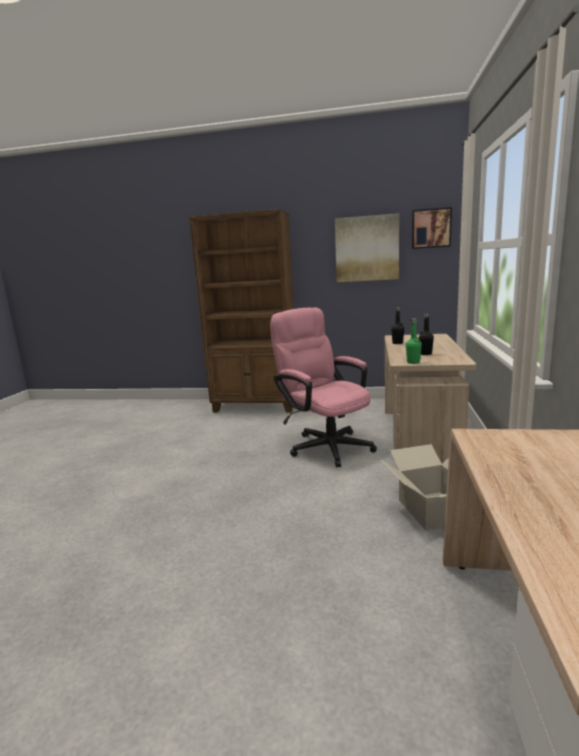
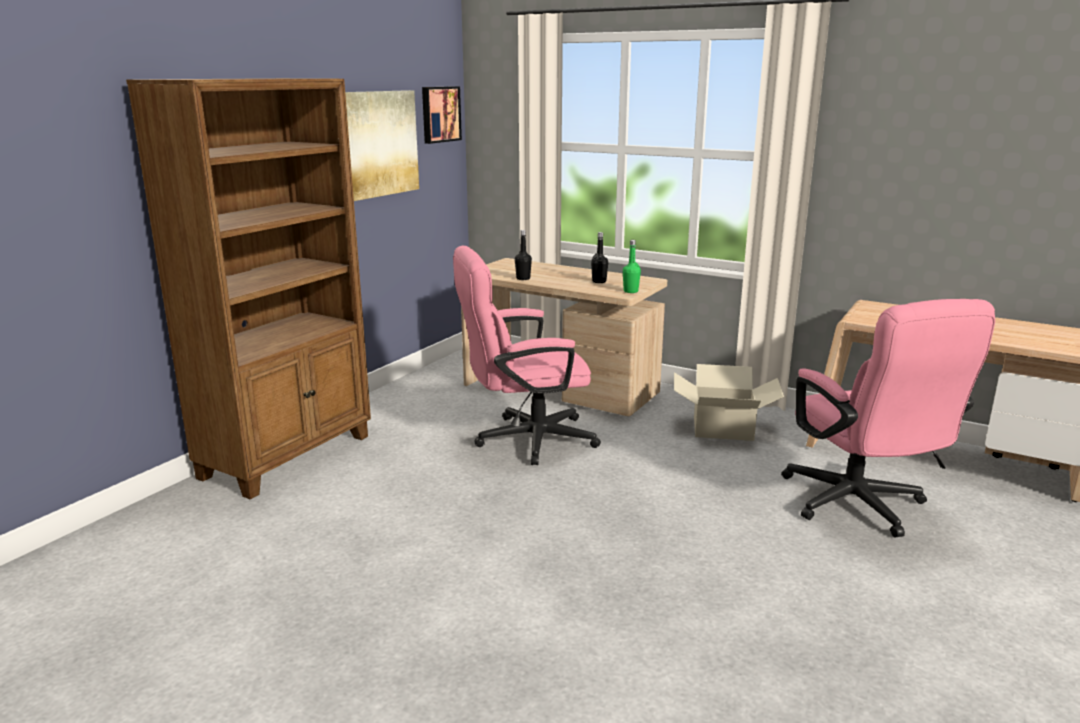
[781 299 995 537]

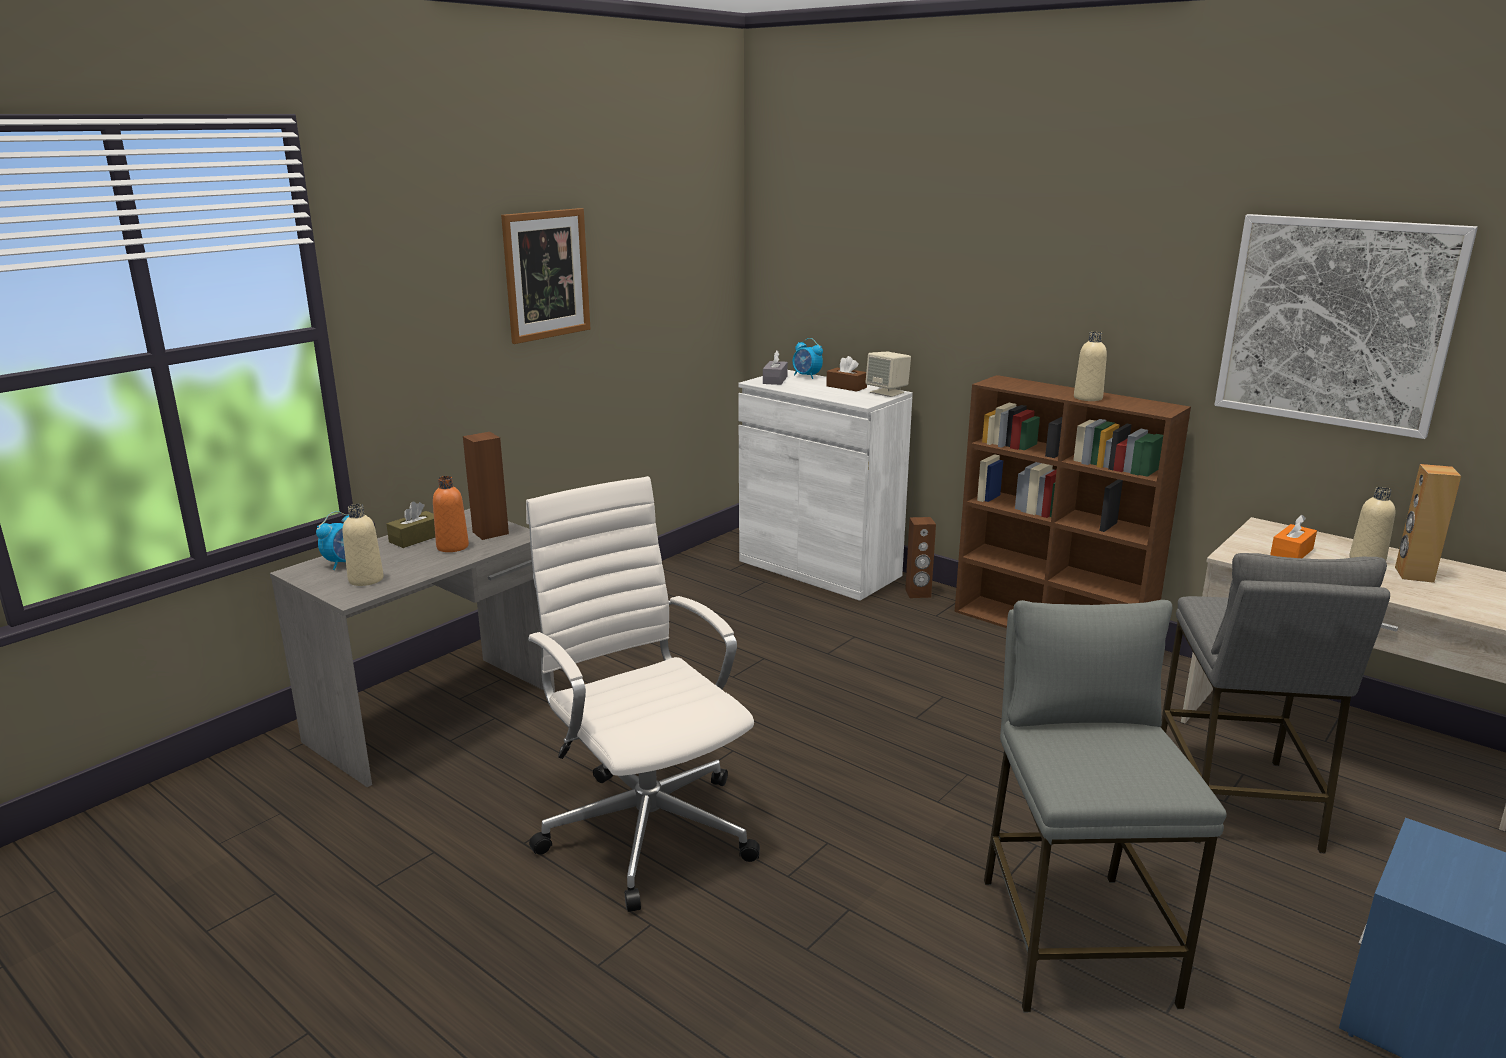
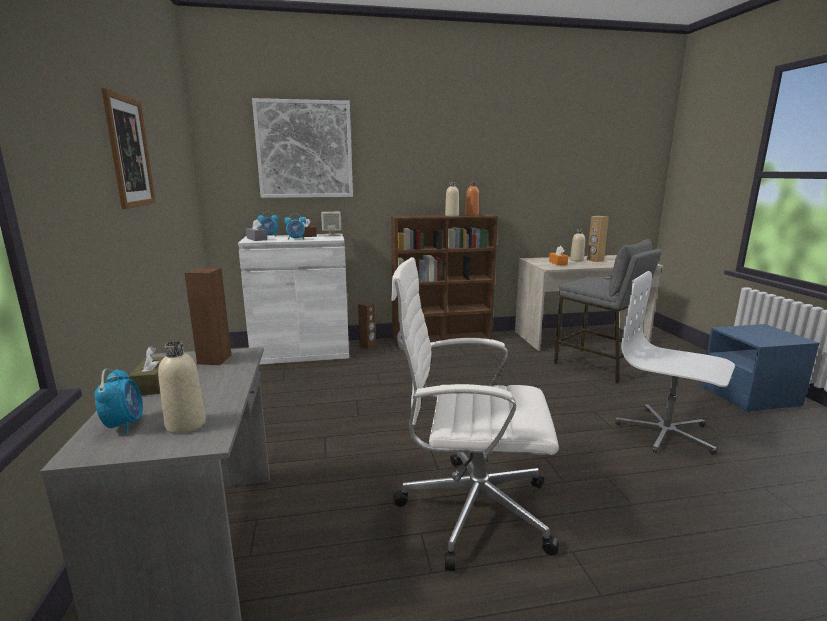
[284 213 306 240]
[465 182 479 216]
[252 98 353 198]
[615 271 735 455]

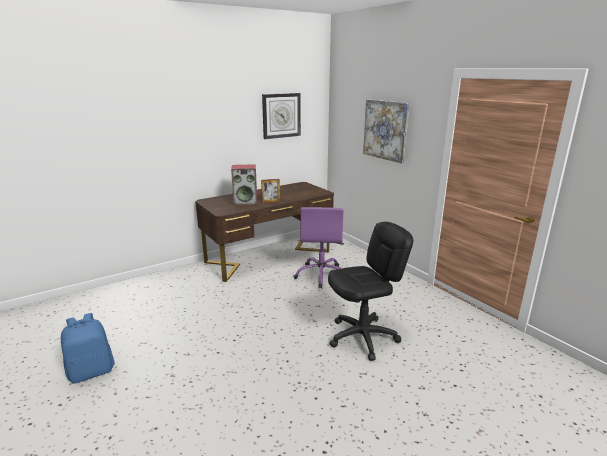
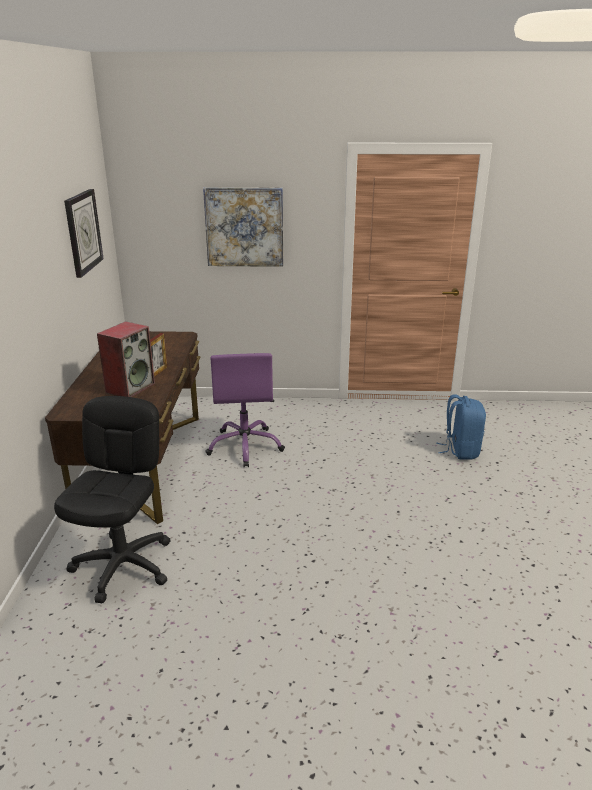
[436 395 486 460]
[54 396 171 603]
[205 353 285 467]

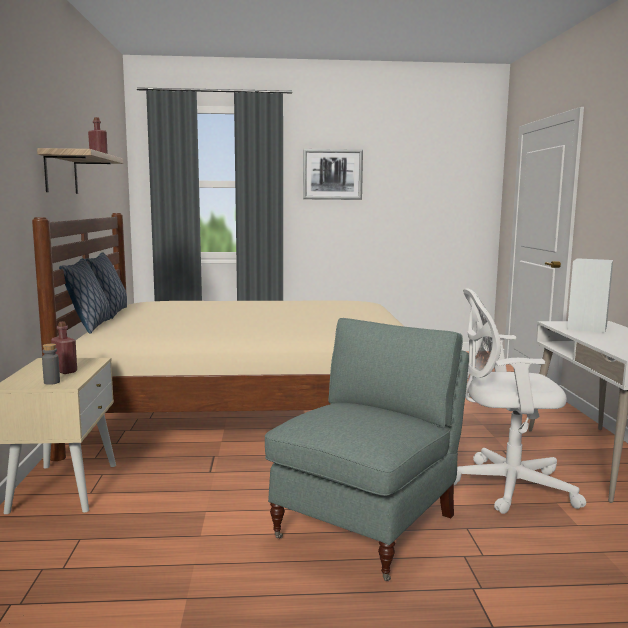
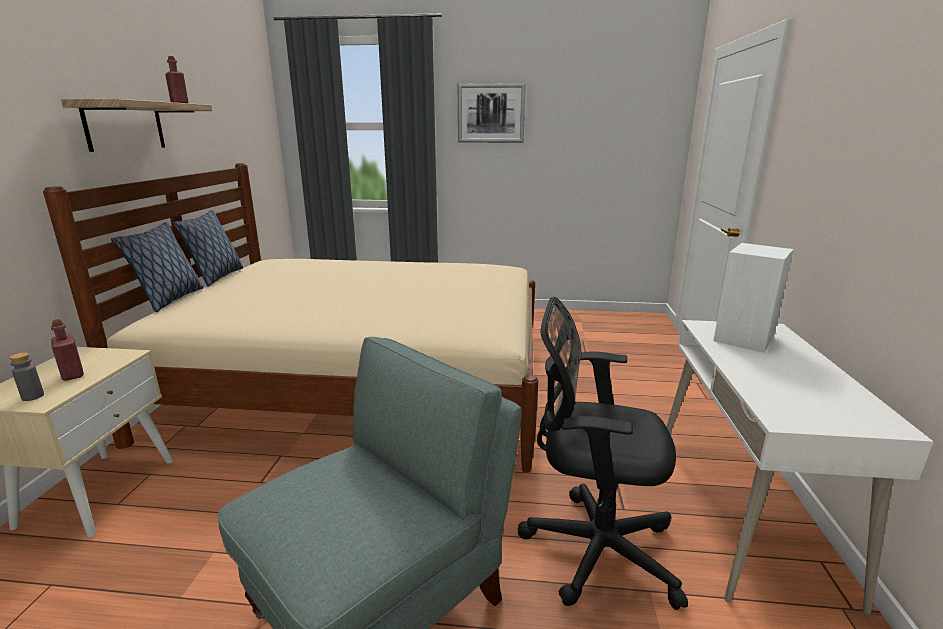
[518 297 688 610]

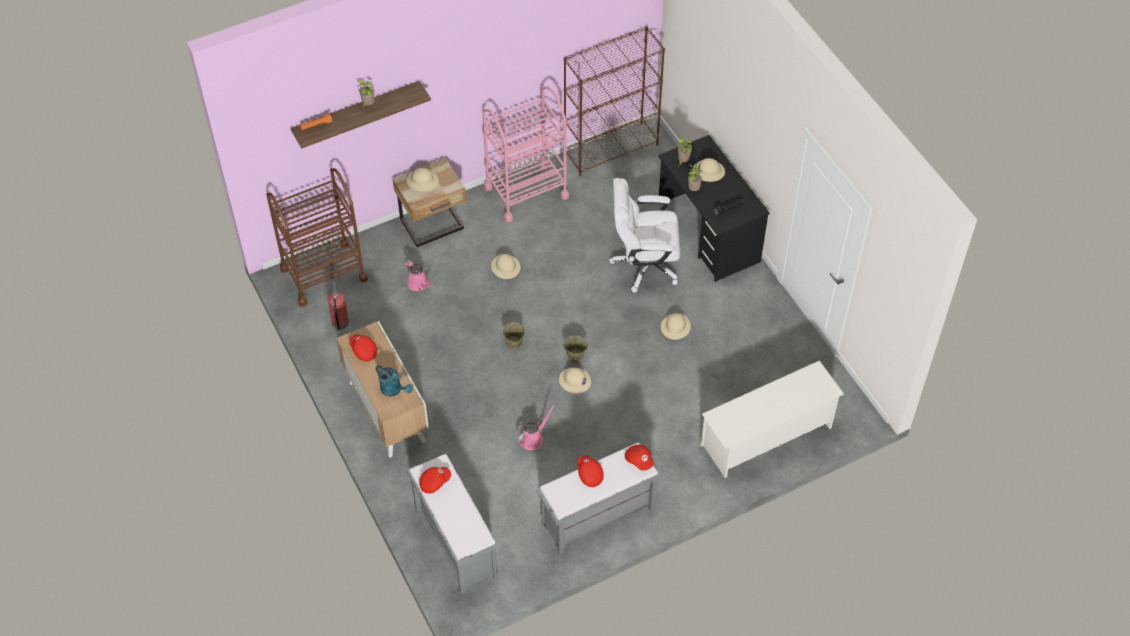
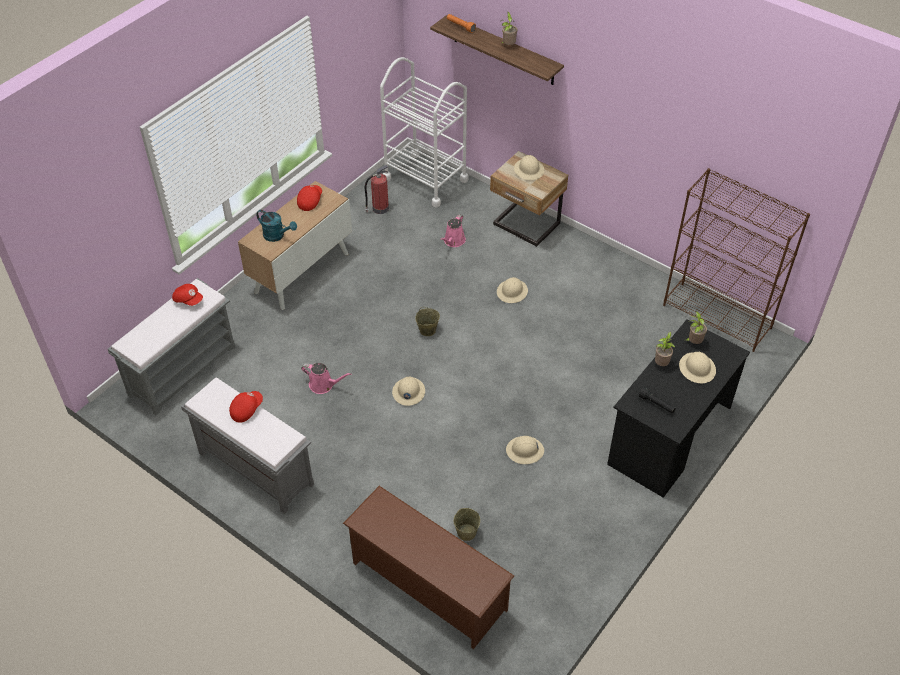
[482 86 569 222] (first image)
[609 178 680 292] (first image)
[625 445 654 471] (first image)
[454 508 480 541]
[380 57 469 208]
[343 486 514 649]
[256 210 297 242]

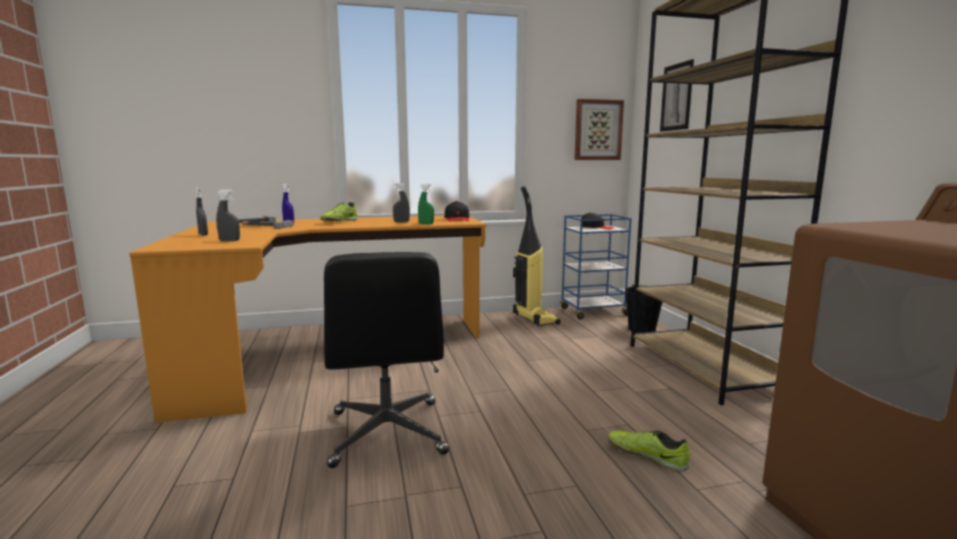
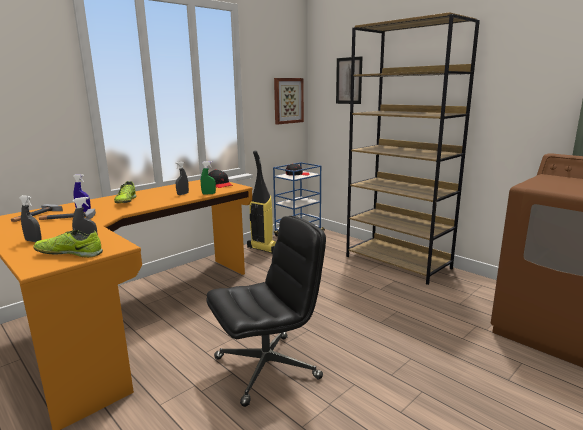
[625 285 662 333] (first image)
[33 230 103 258]
[207 216 326 407]

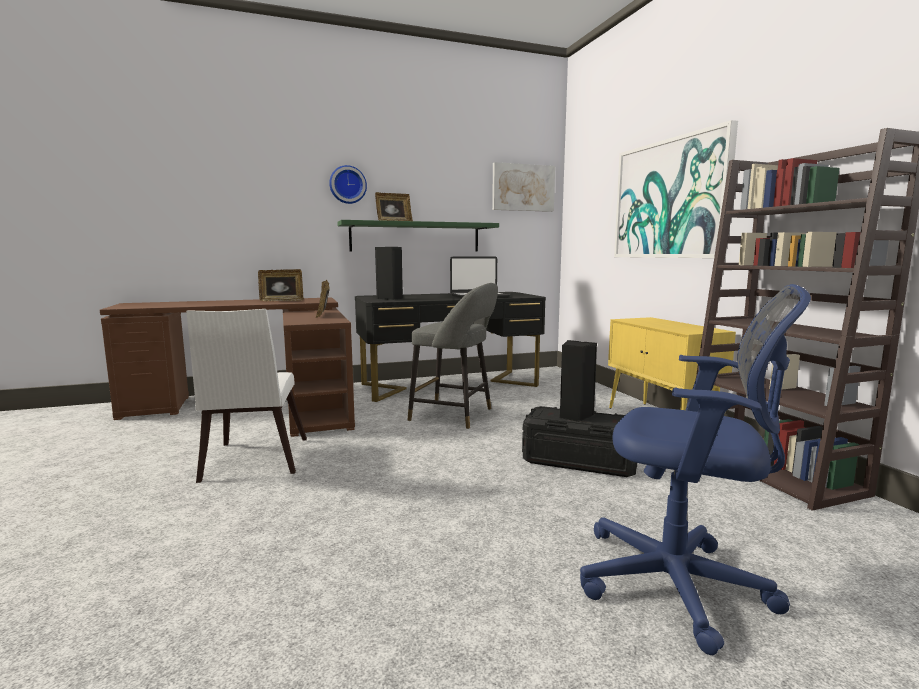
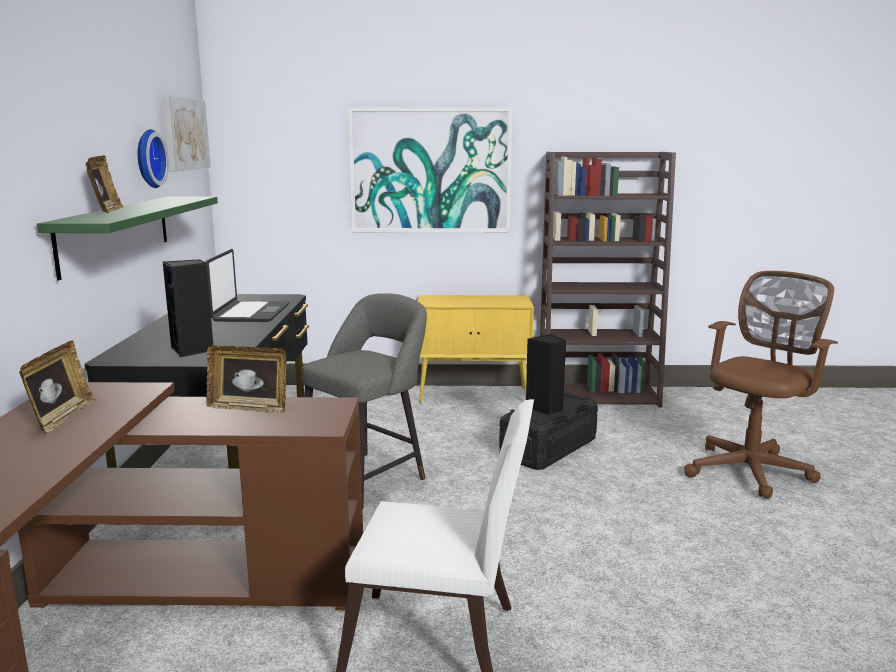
[138 129 169 188]
[684 271 838 499]

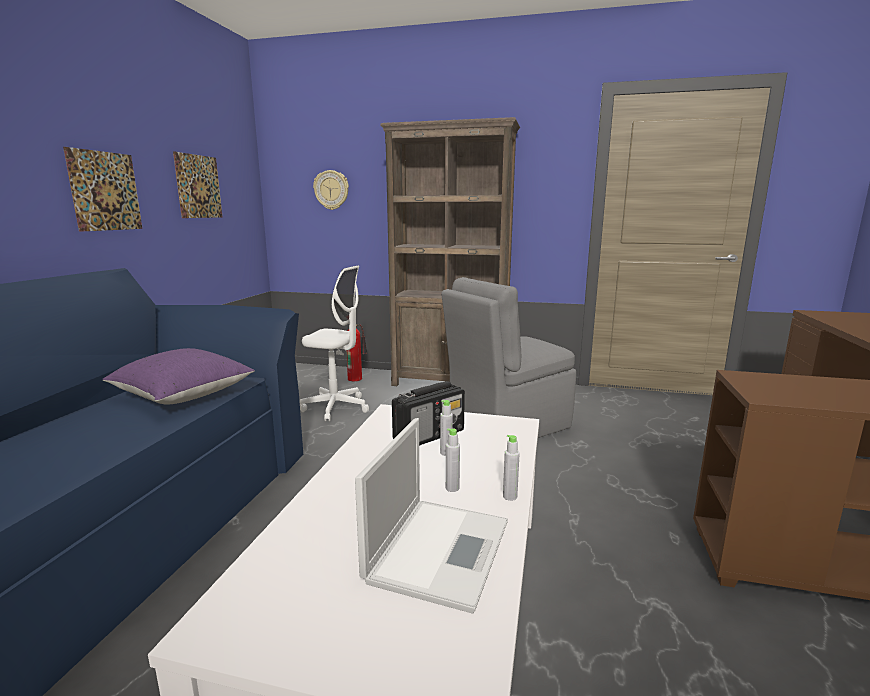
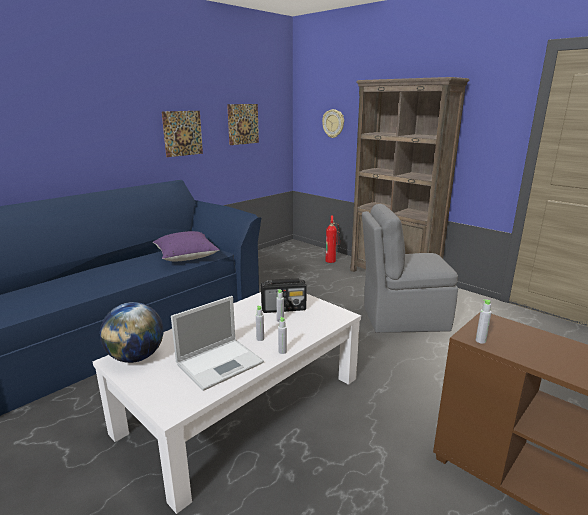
[299 265 369 421] (first image)
[100 302 163 363]
[476 299 492 344]

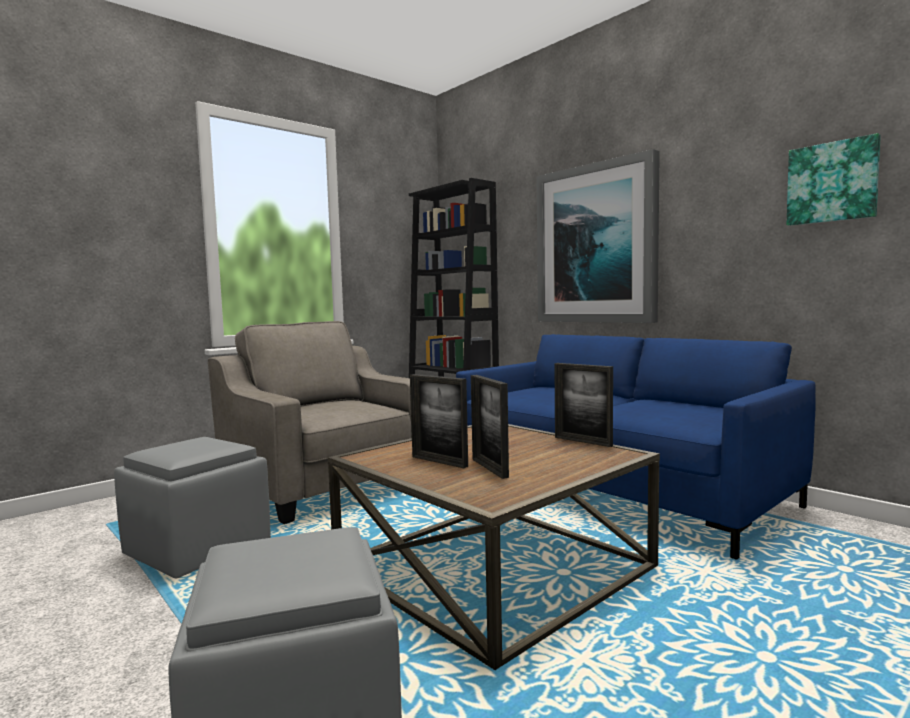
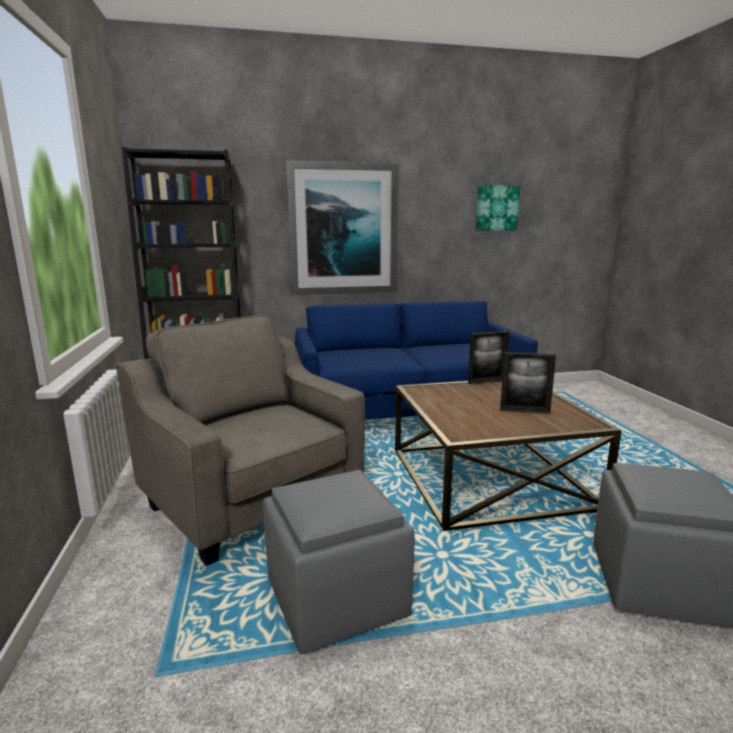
[410 374 468 468] (first image)
[116 315 365 566]

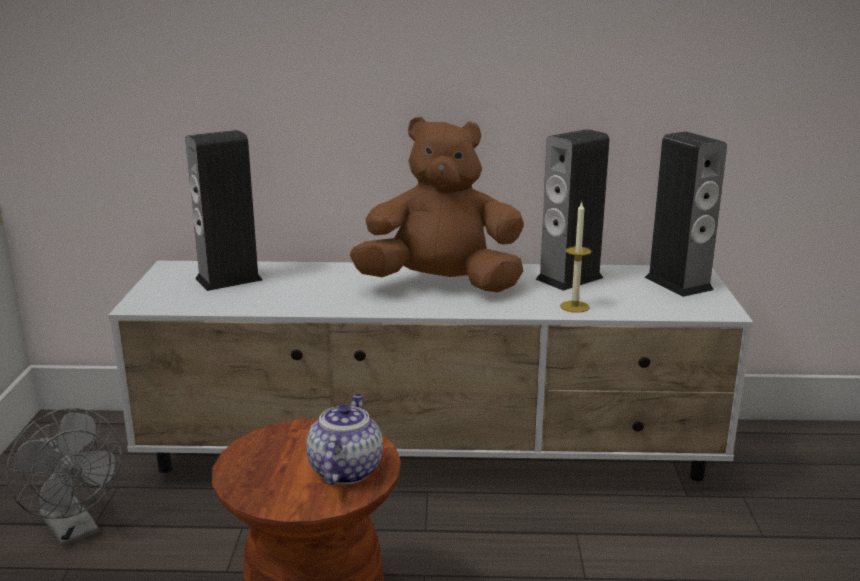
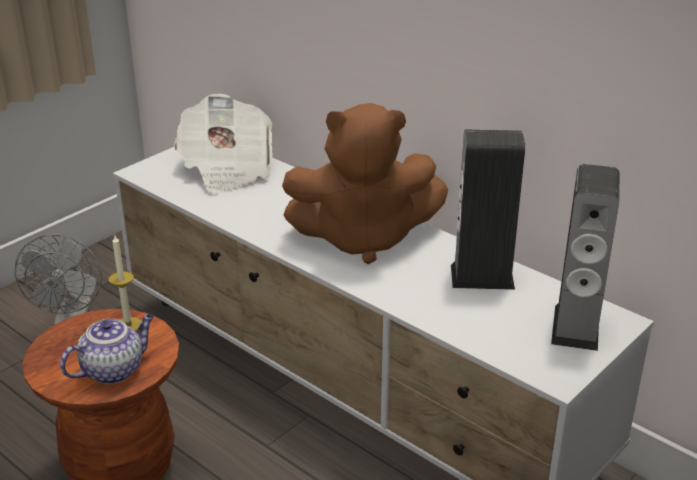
[108 236 141 330]
[174 94 273 194]
[282 103 448 264]

